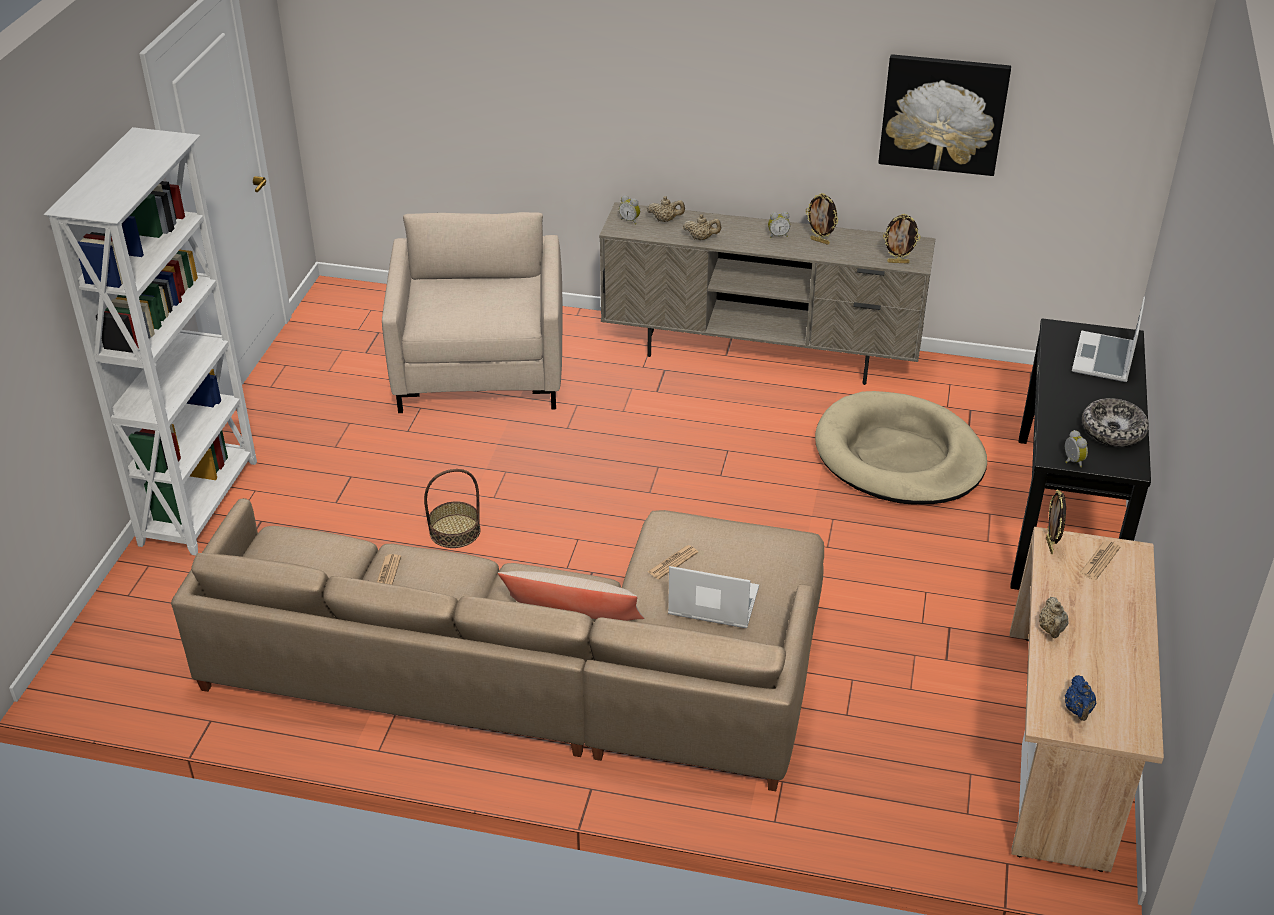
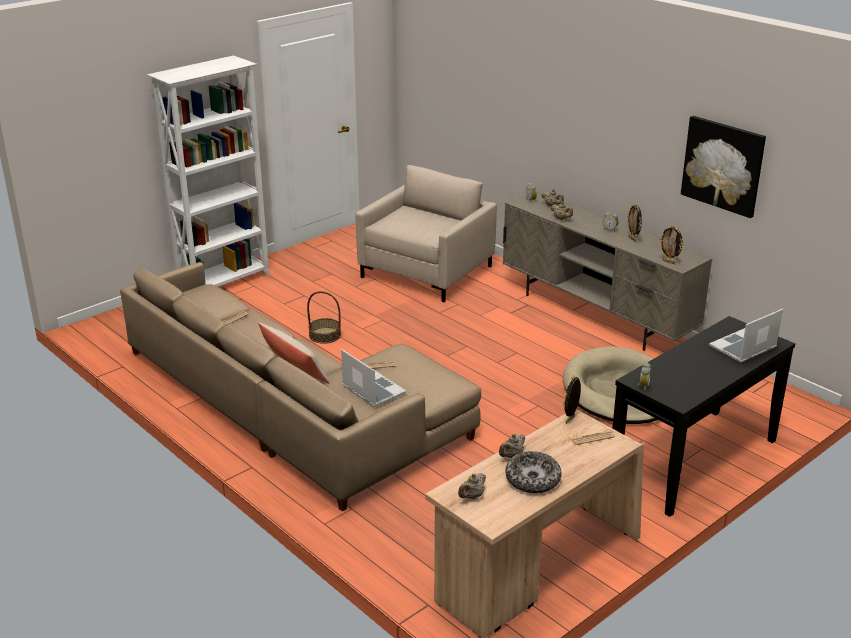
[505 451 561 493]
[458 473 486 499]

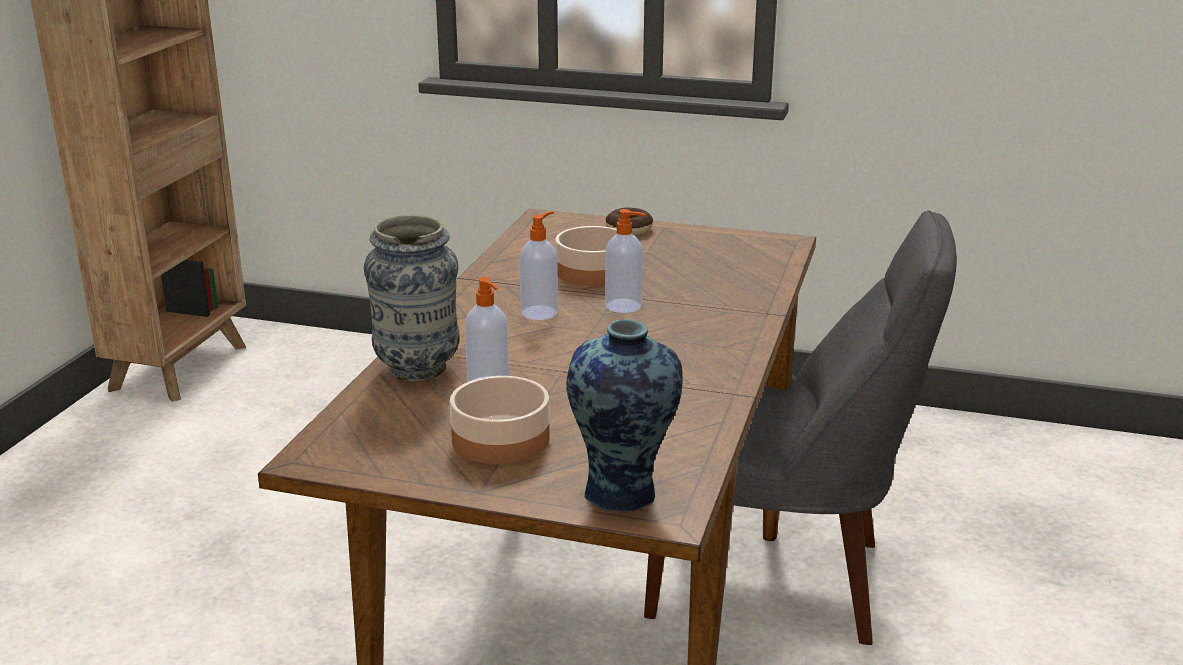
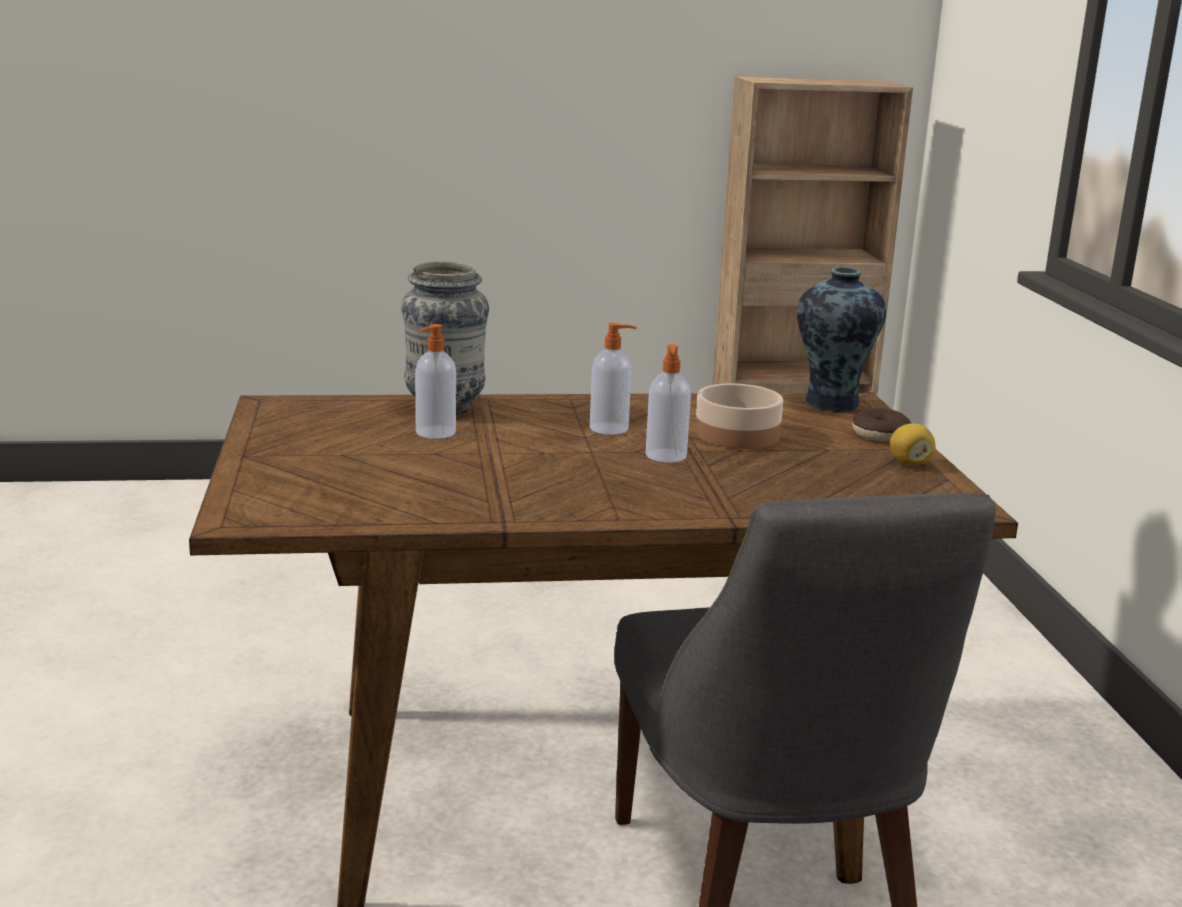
[450 376 550 464] (first image)
[890 423 935 466]
[797 267 886 412]

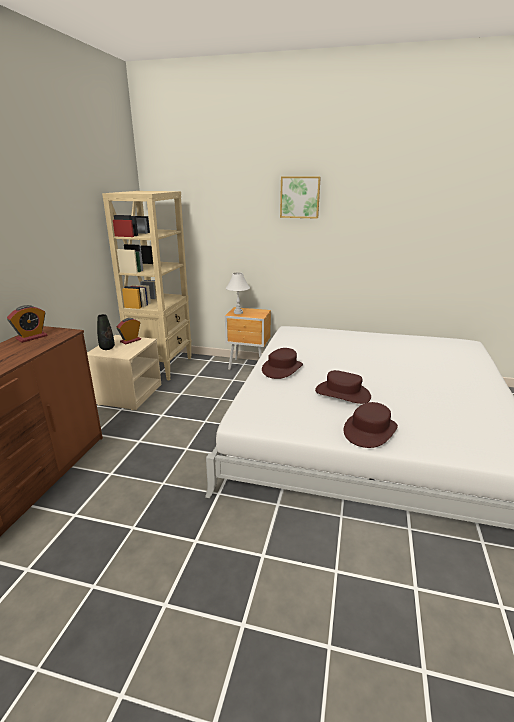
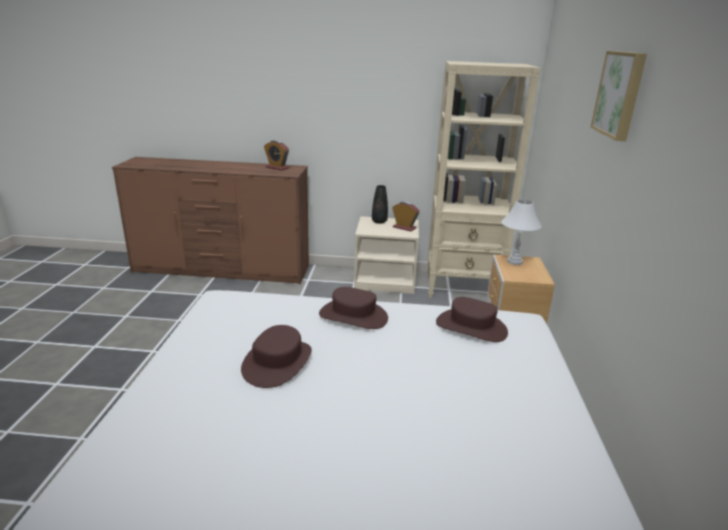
[436 297 508 342]

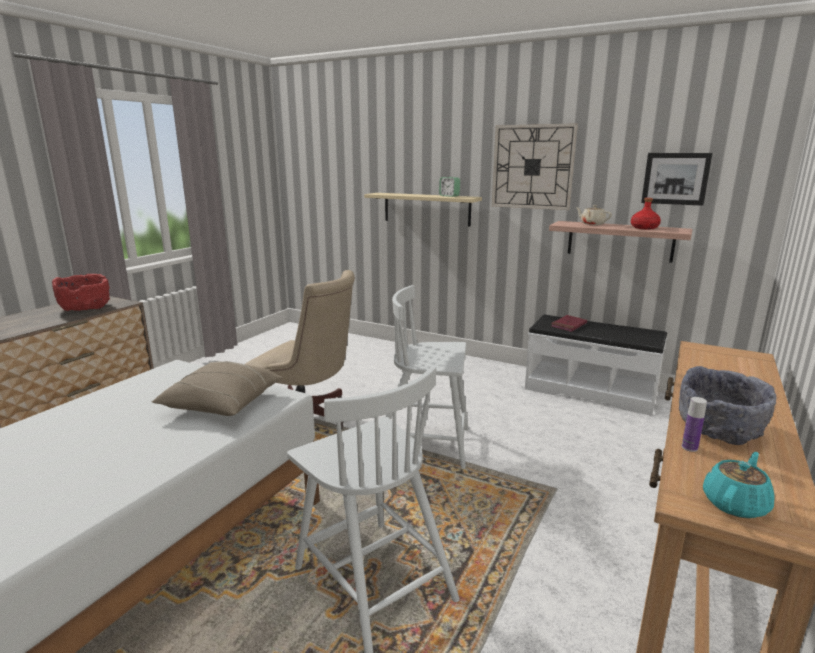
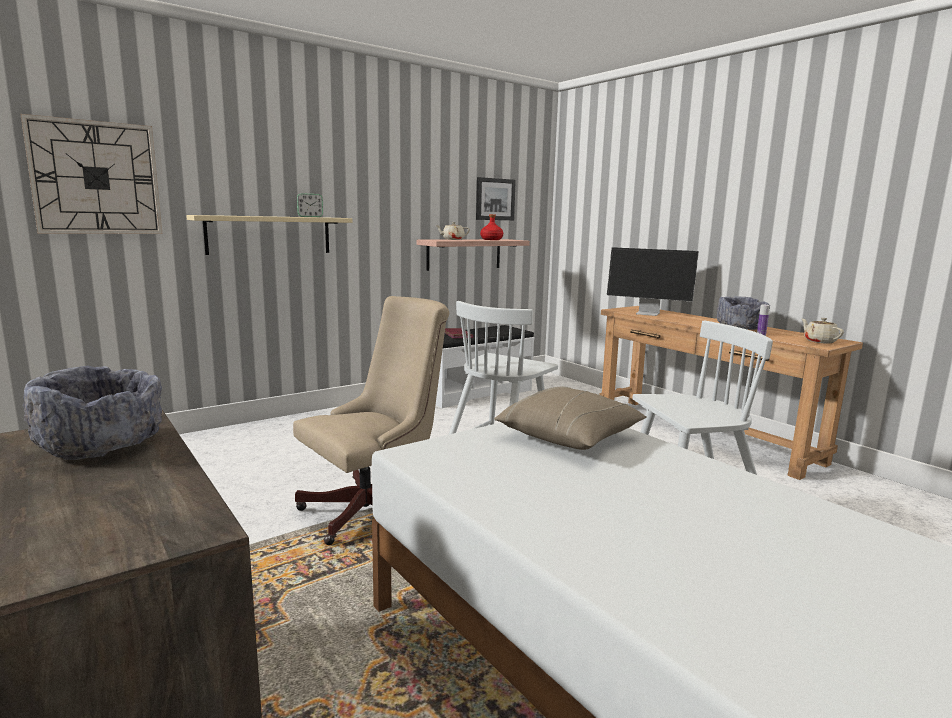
[607 247 699 316]
[20 114 162 234]
[22 366 162 460]
[802 318 844 343]

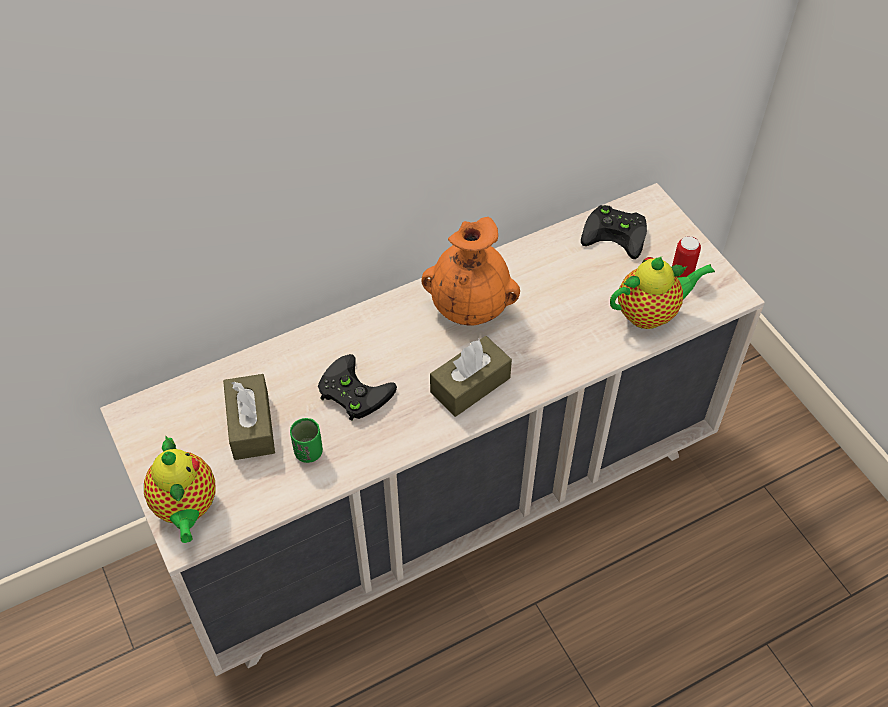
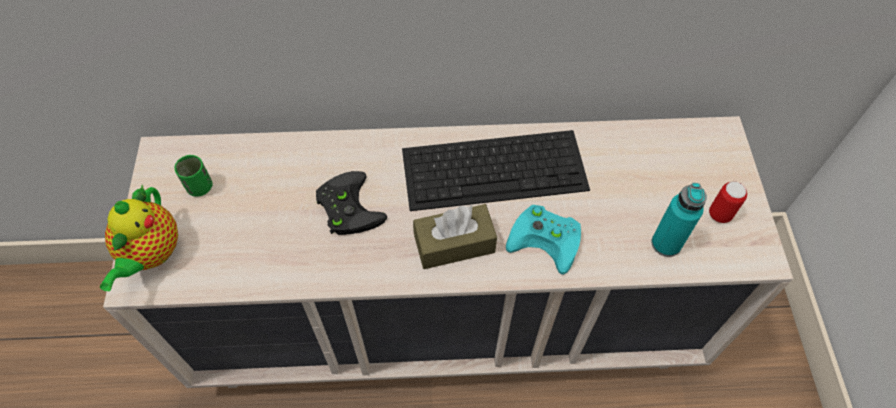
[223 374 275 460] (first image)
[581 205 647 259] (first image)
[506 205 581 275]
[174 155 213 197]
[402 130 590 211]
[651 183 707 257]

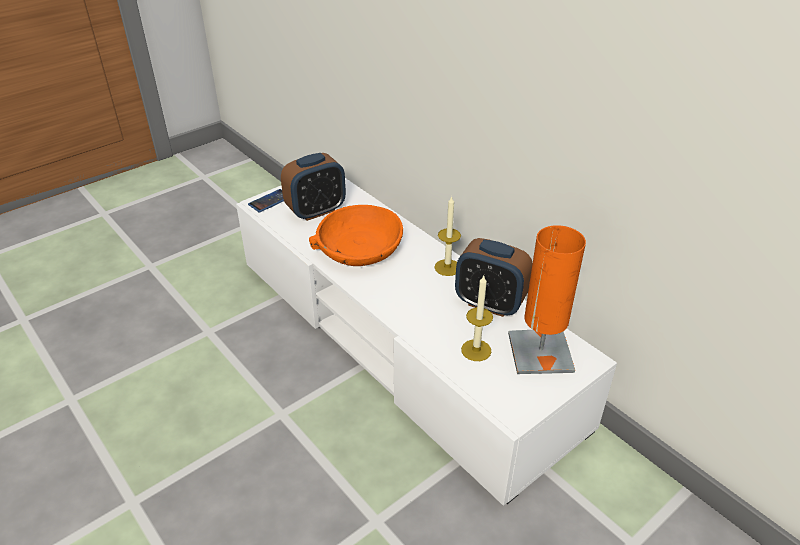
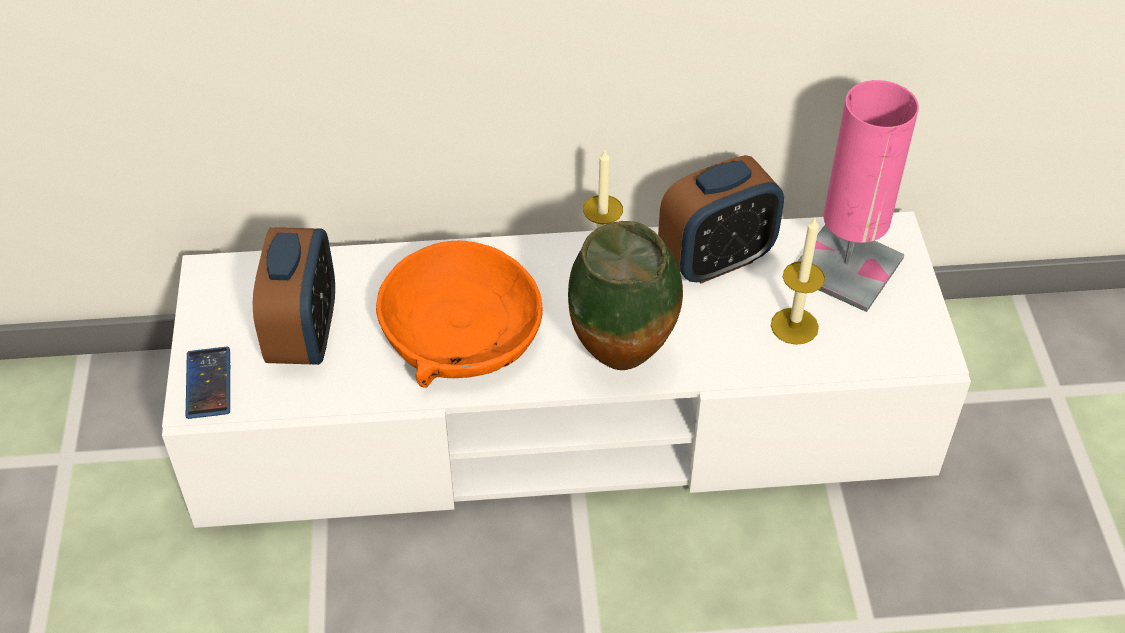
[568 221 683 370]
[797 80 919 312]

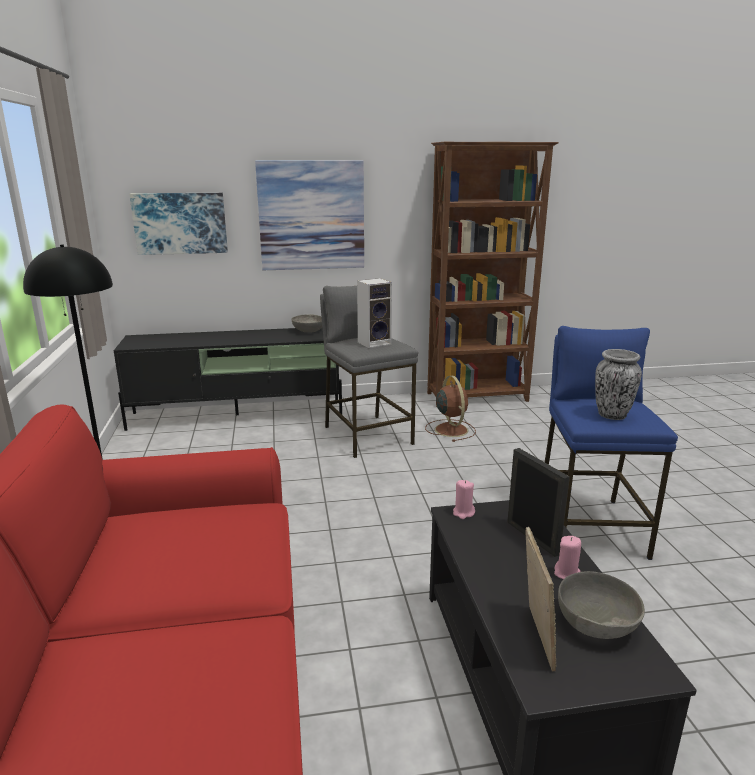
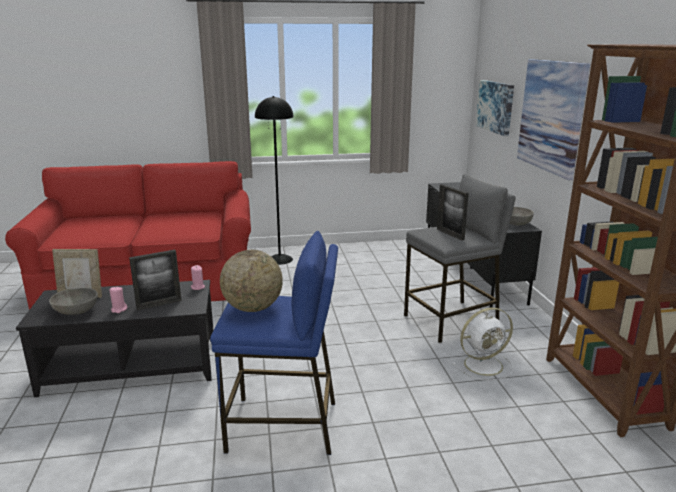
[437 184 469 240]
[220 250 283 312]
[453 308 513 380]

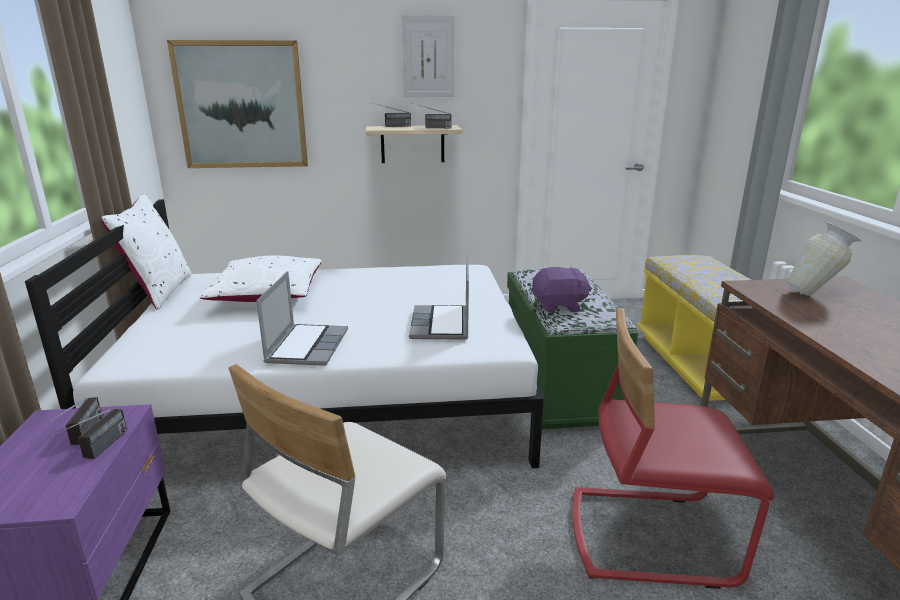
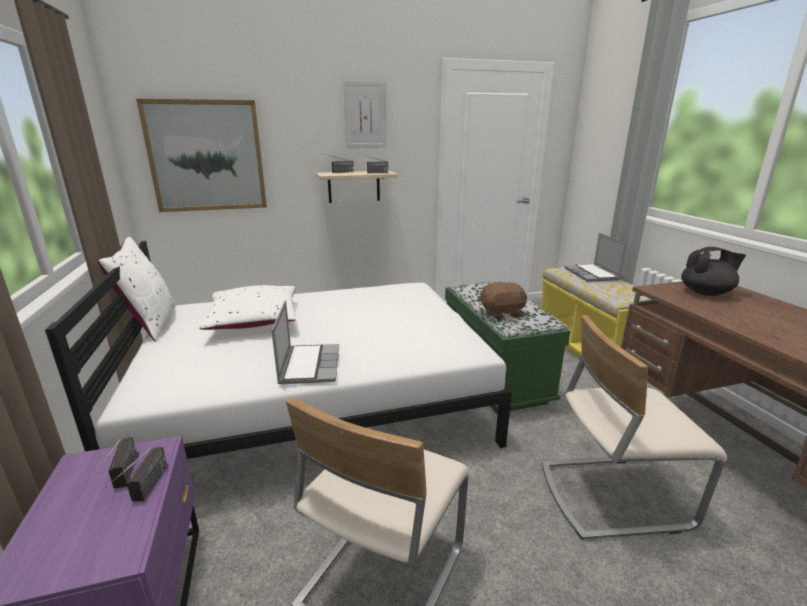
[564 233 627 282]
[681 247 746 296]
[480 281 528 320]
[542 315 727 540]

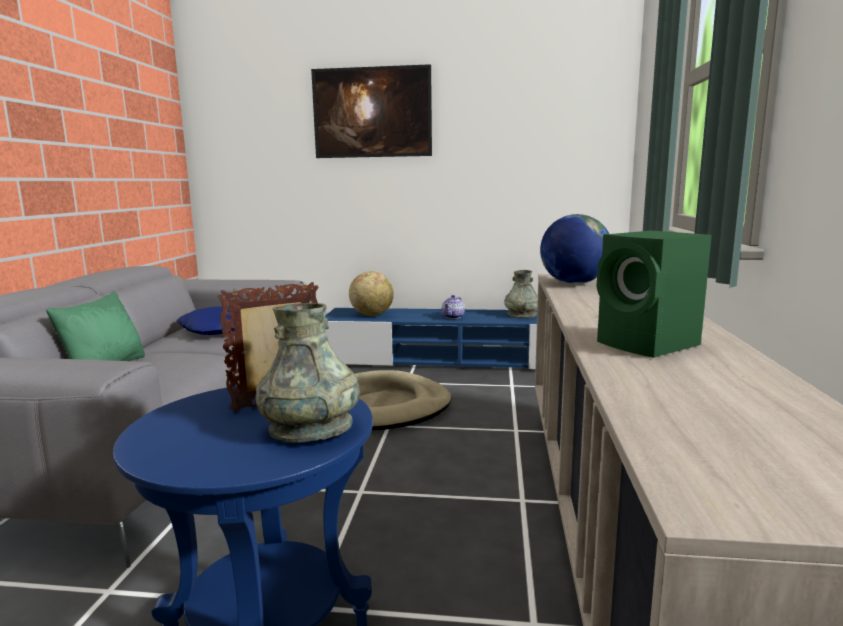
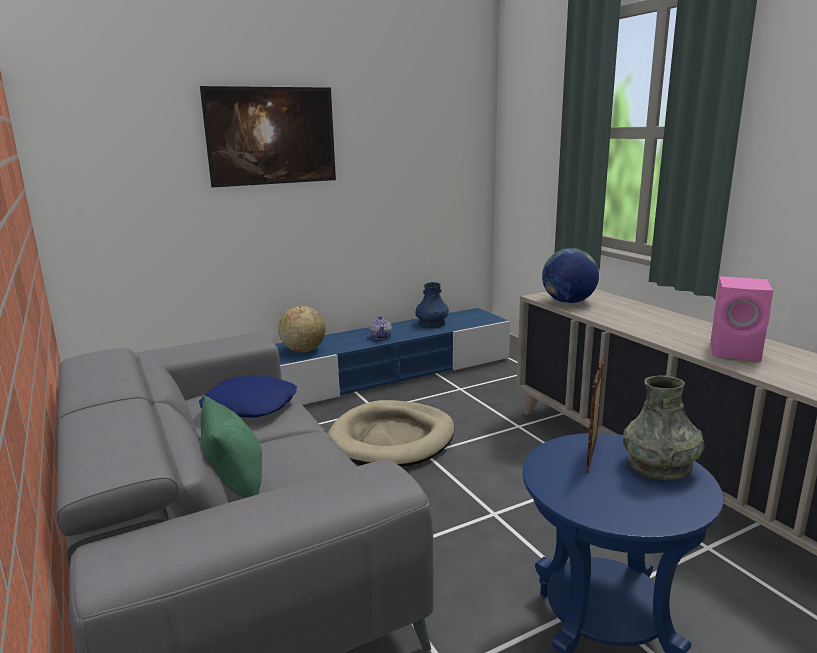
[415 282 449 327]
[710 276 773 361]

